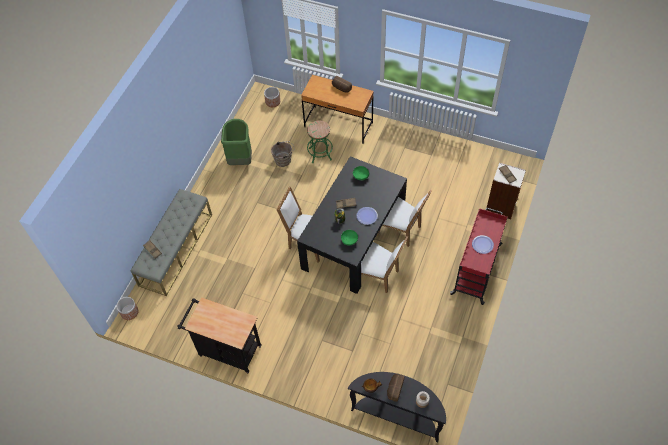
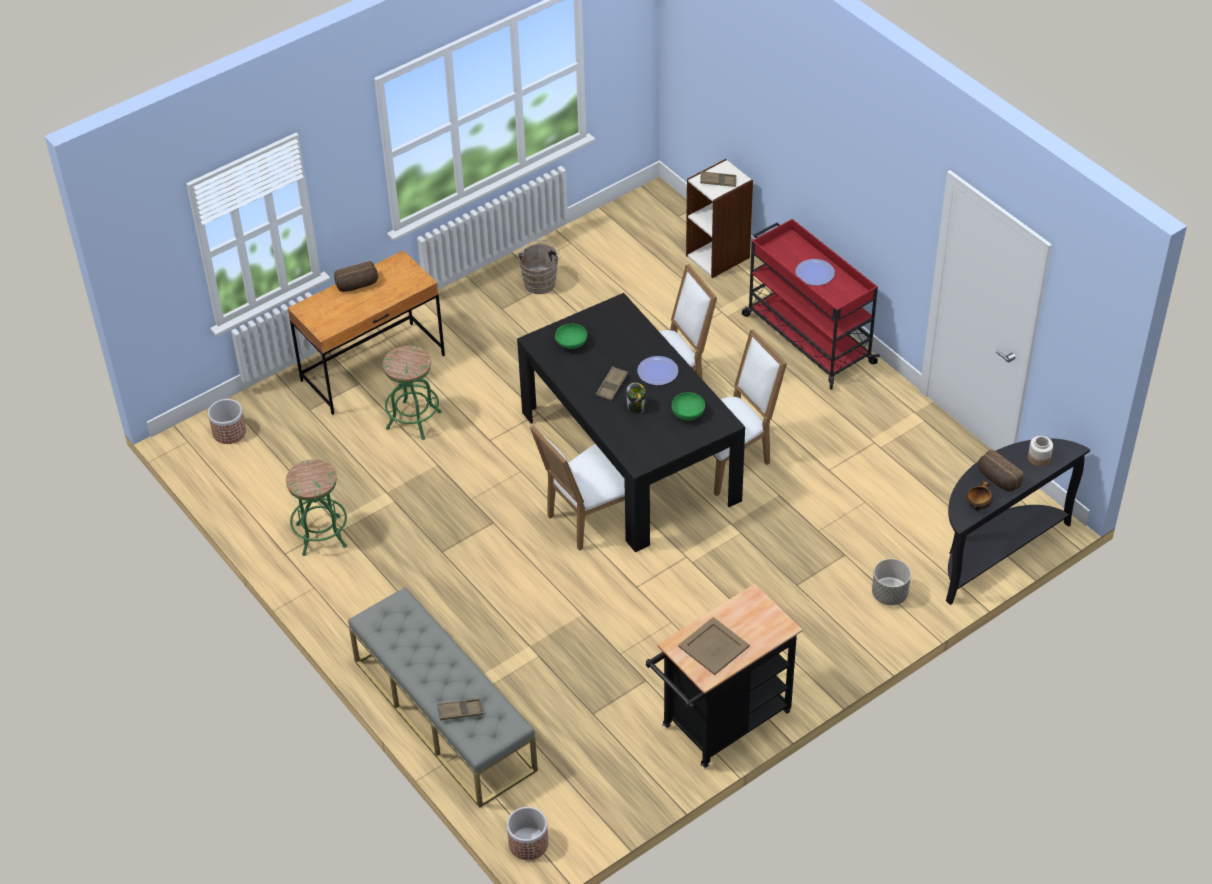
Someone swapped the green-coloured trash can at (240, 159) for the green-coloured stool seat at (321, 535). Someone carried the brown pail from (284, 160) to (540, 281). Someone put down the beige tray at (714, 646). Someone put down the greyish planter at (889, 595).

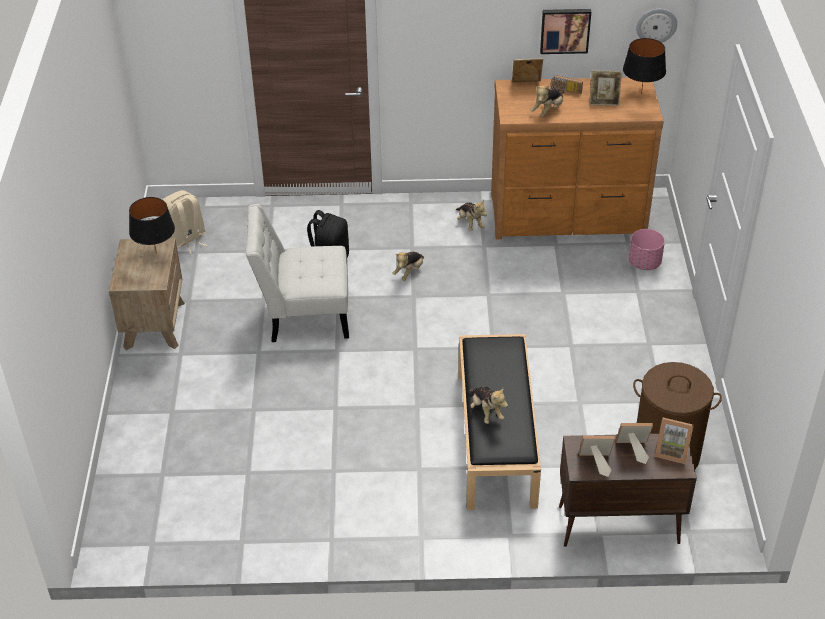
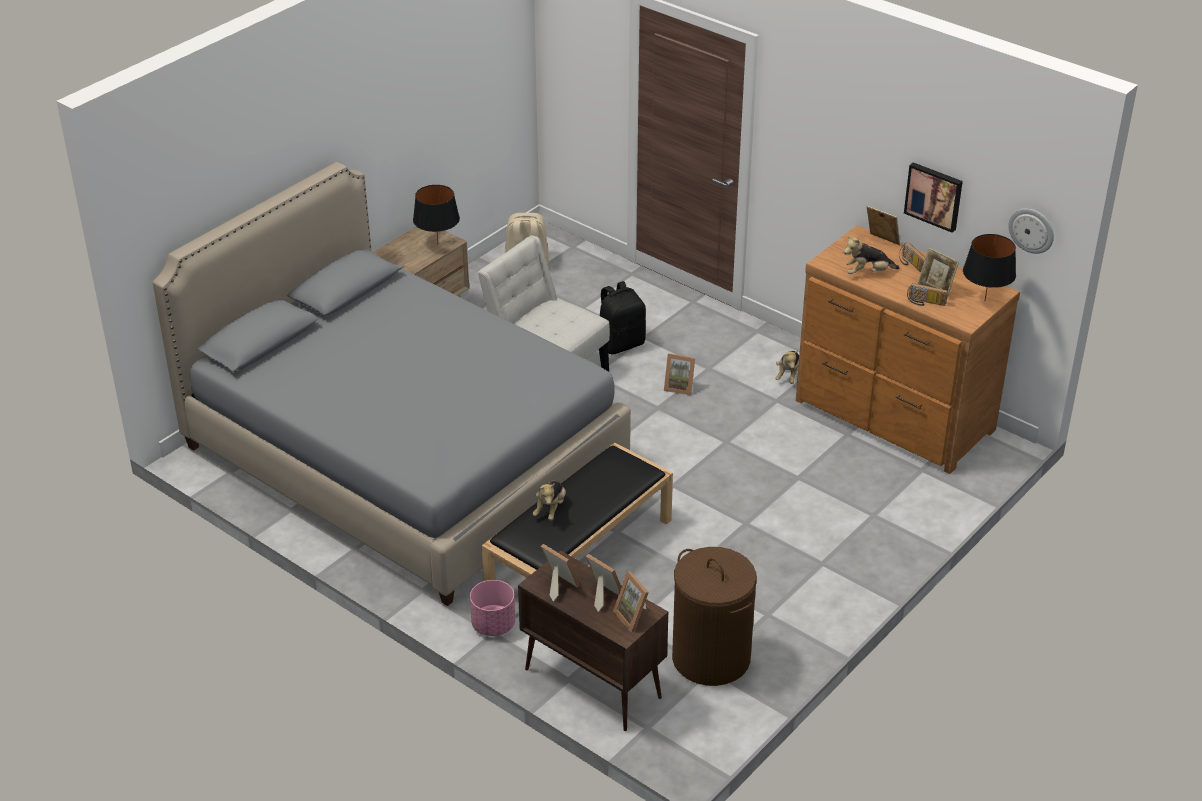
Someone put down the greyish bedroom bed at (404, 457). Someone carried the pink planter from (644, 263) to (493, 625). Someone swapped the soft toy at (409, 272) for the picture frame at (679, 387). Someone put down the radio receiver at (925, 303).

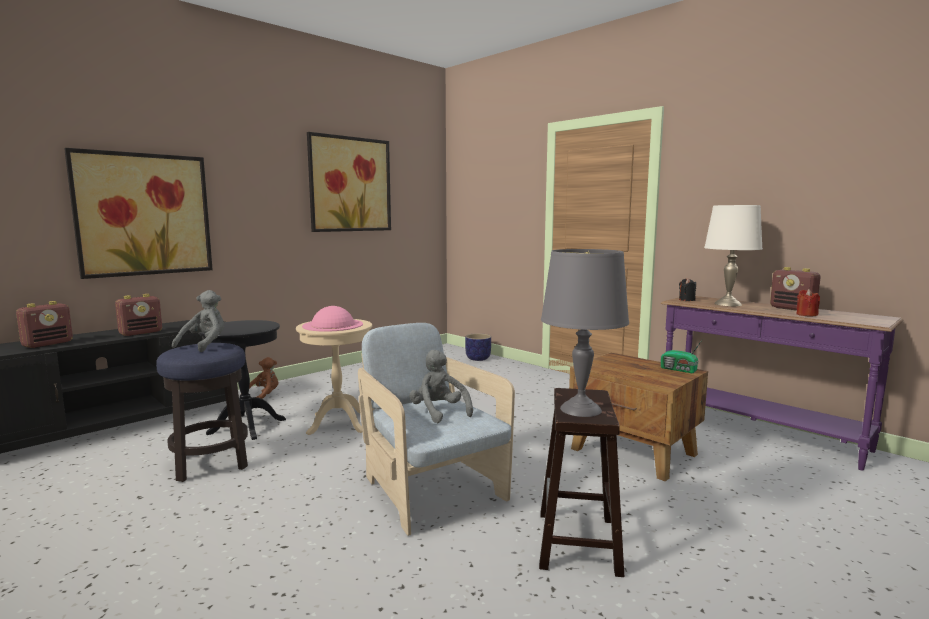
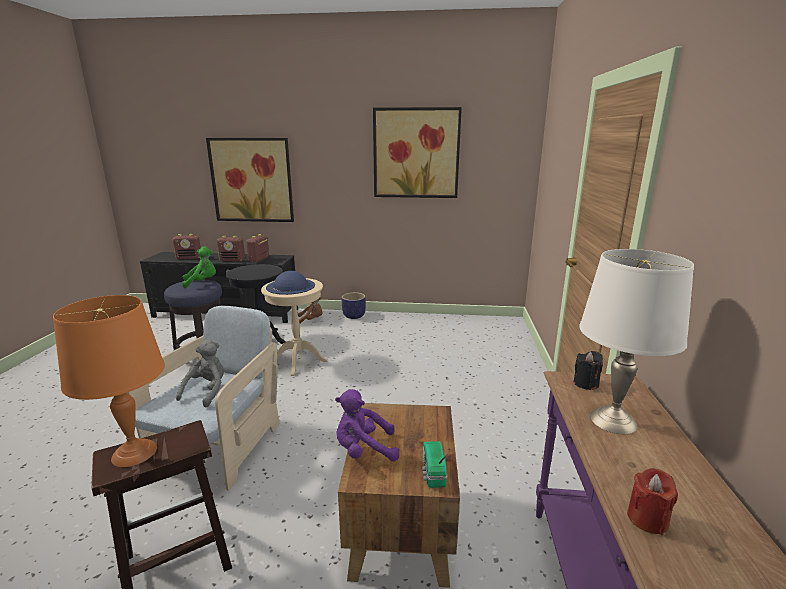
Someone repainted the greyish lamp for a table at (580, 409), which became the orange lamp for a table at (133, 453). Someone repainted the greyish soft toy at (205, 345), which became the green-coloured soft toy at (202, 282). Someone carried the radio receiver from (793, 309) to (259, 260). Someone repainted the pink hat at (332, 325), which became the bluish hat at (290, 286). Someone put down the purple soft toy at (364, 450). Someone carried the planter from (478, 358) to (354, 316).

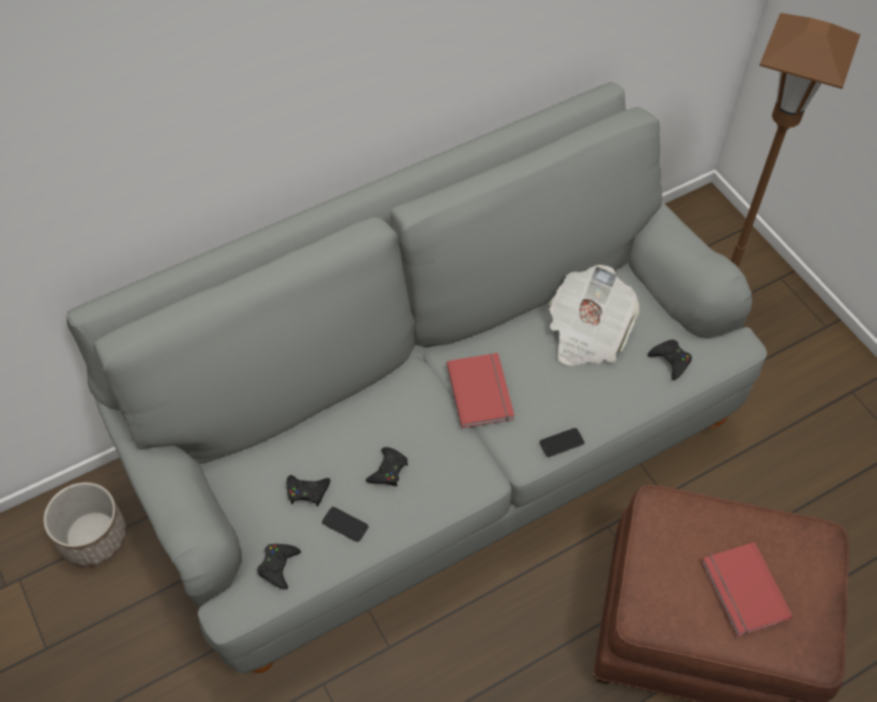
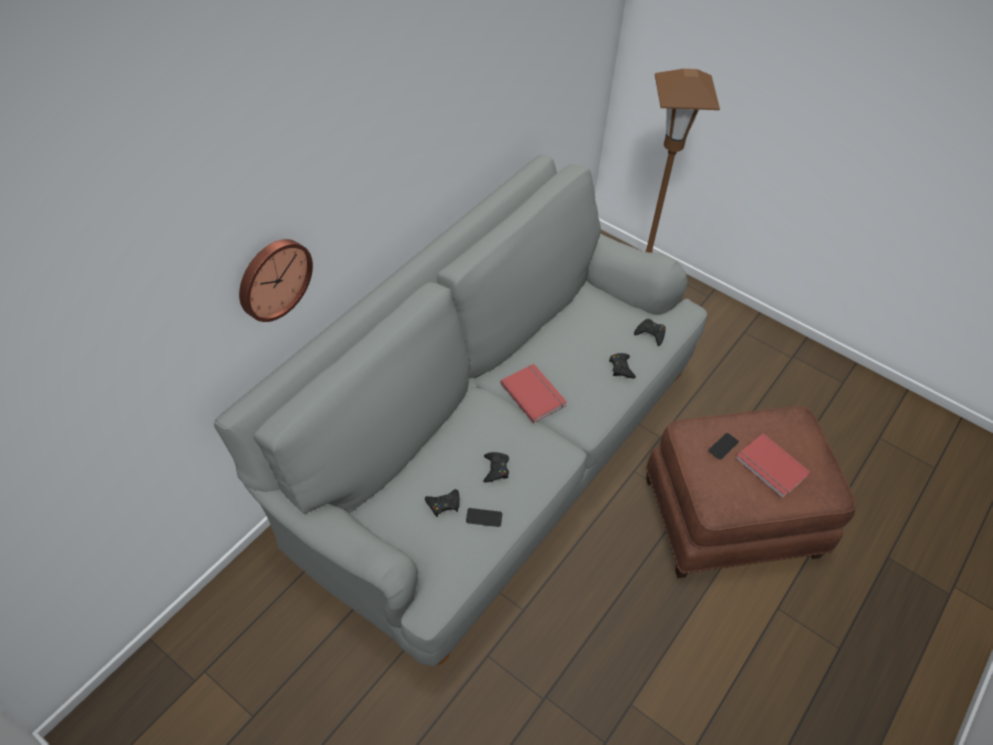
Someone put up the hanging clock at (273, 278). Someone carried the black-coloured gamepad from (278, 566) to (621, 368). Someone carried the handset from (561, 443) to (723, 446). Someone took away the planter at (94, 537). Someone took away the printed paper at (587, 332).

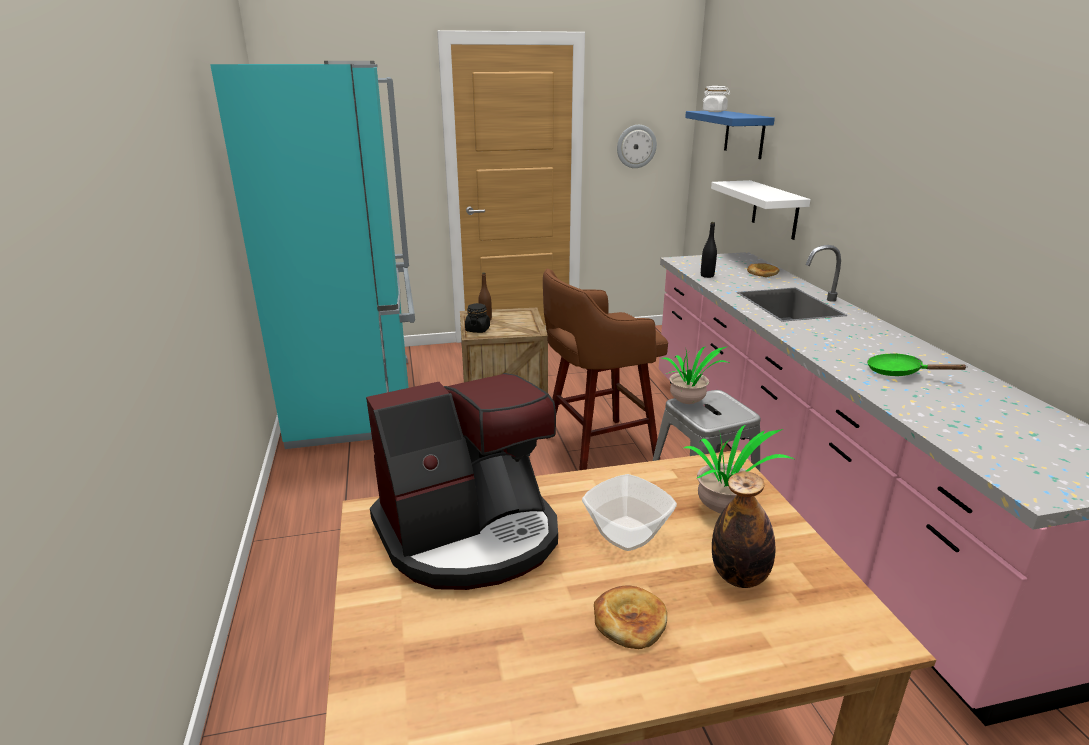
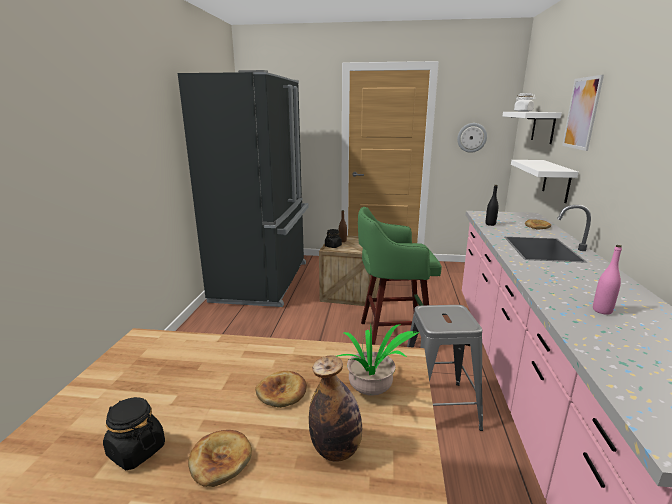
Someone put down the black-coloured storage jar at (136, 450). Someone repainted the turquoise-coloured refrigerator at (357, 399), which became the black-coloured refrigerator at (264, 281). Someone swapped the serving bowl at (628, 534) for the bakery bread at (282, 392). Someone repainted the brown stool seat at (596, 448), which became the green-coloured stool seat at (391, 336). Someone repainted the bluish wall shelf at (744, 134), which became the whitish wall shelf at (543, 127). Someone put up the wall picture at (582, 113). Someone swapped the green-coloured skillet at (899, 372) for the pink beverage bottle at (602, 310). Someone took away the coffee brewer at (470, 534). Someone took away the plant in a pot at (689, 403).

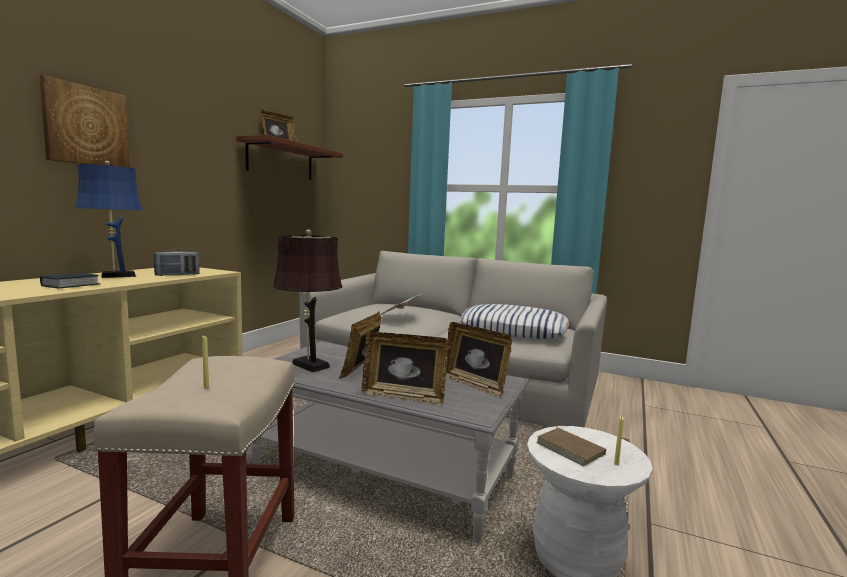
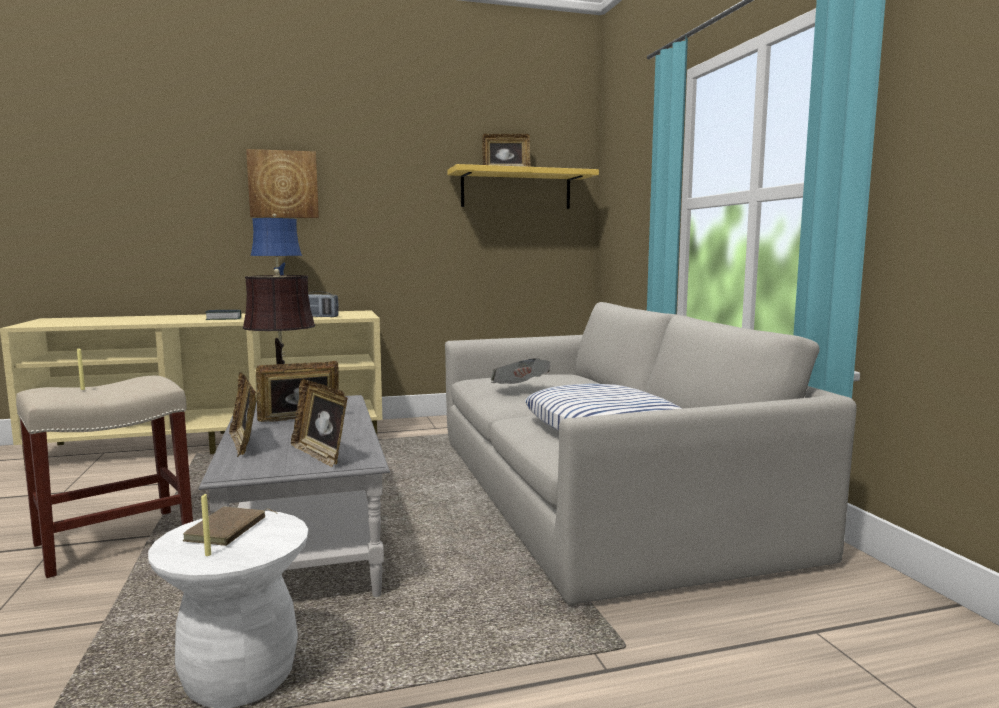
Someone rotated the picture frame at (474, 385) by 45 degrees counterclockwise. Someone repainted the brown wall shelf at (281, 160), which became the yellow wall shelf at (516, 189).

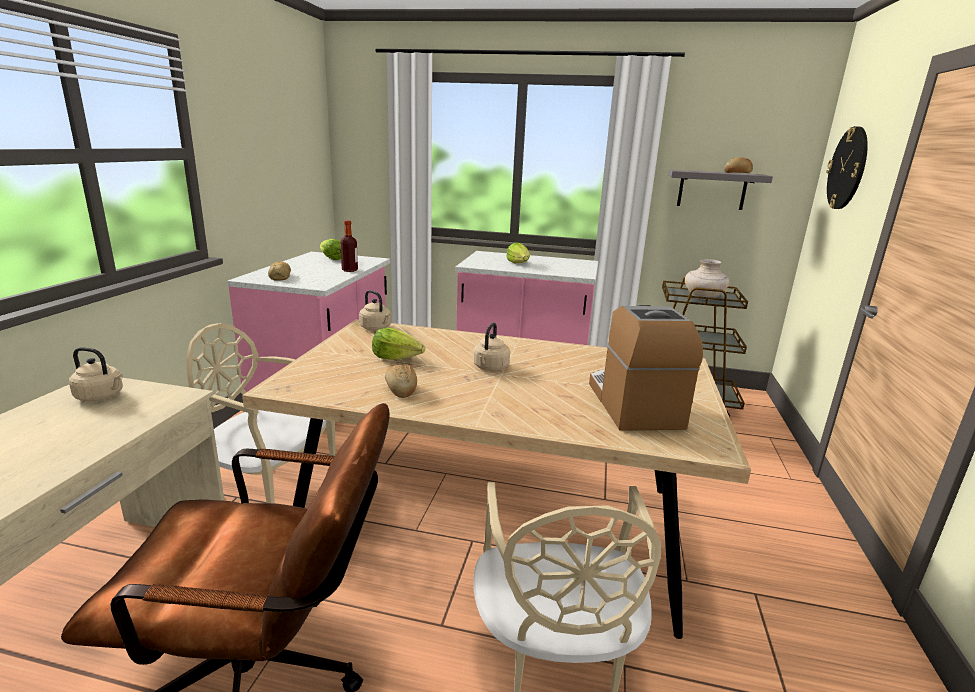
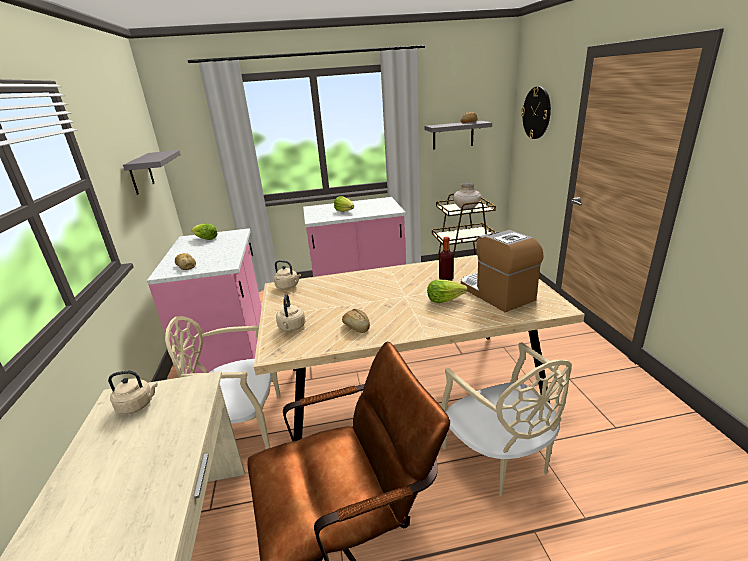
Someone put up the greyish wall shelf at (141, 173). Someone carried the beige kettle from (490, 368) to (291, 328). Someone carried the lettuce head from (397, 358) to (444, 299). Someone carried the beverage bottle from (350, 270) to (446, 279).

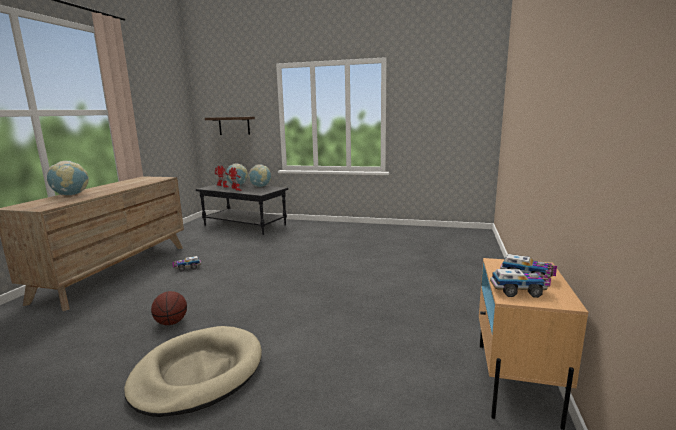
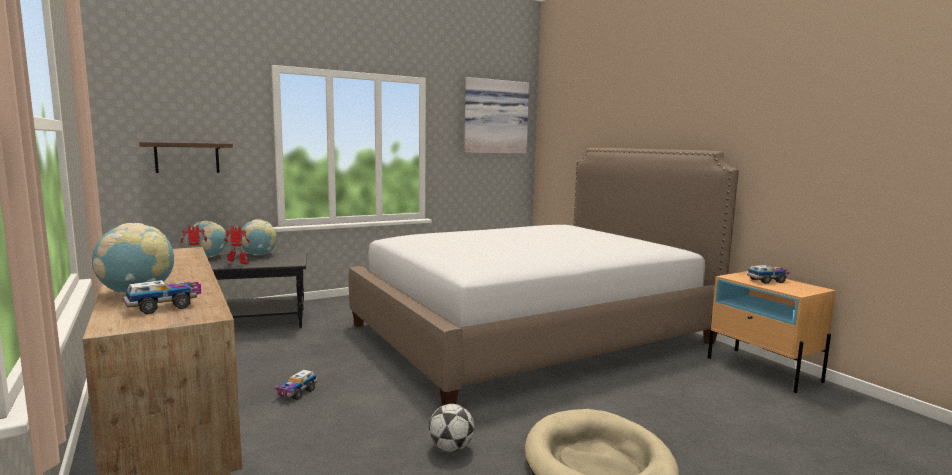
Someone carried the toy truck from (519, 291) to (165, 306). Someone put down the bedroom bed at (531, 334). Someone swapped the basketball ball at (171, 322) for the football at (451, 448). Someone put up the wall picture at (495, 117).

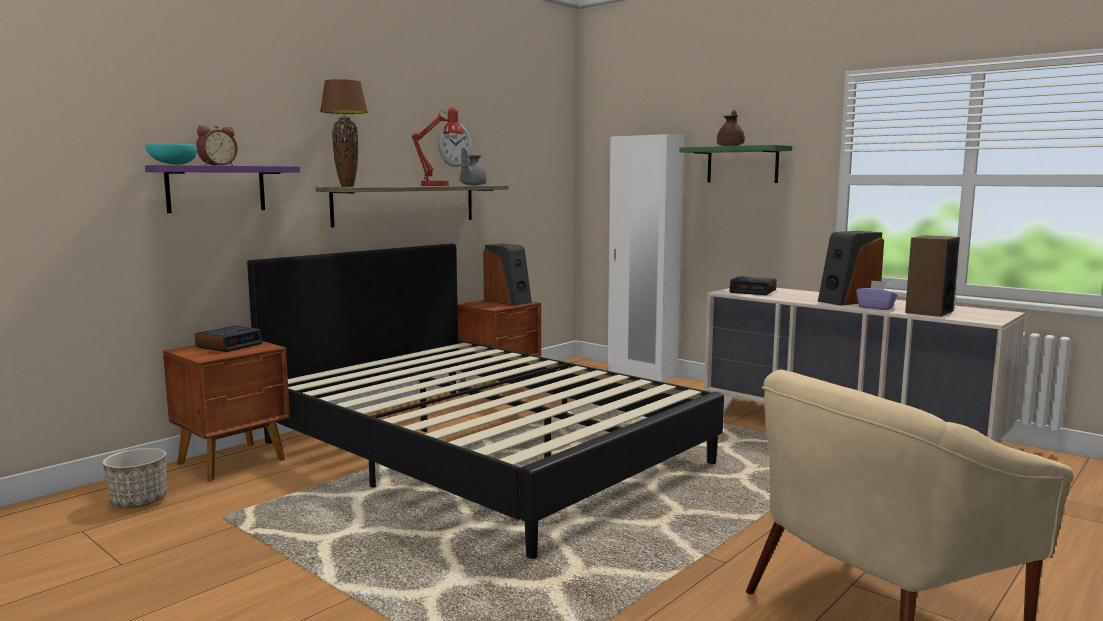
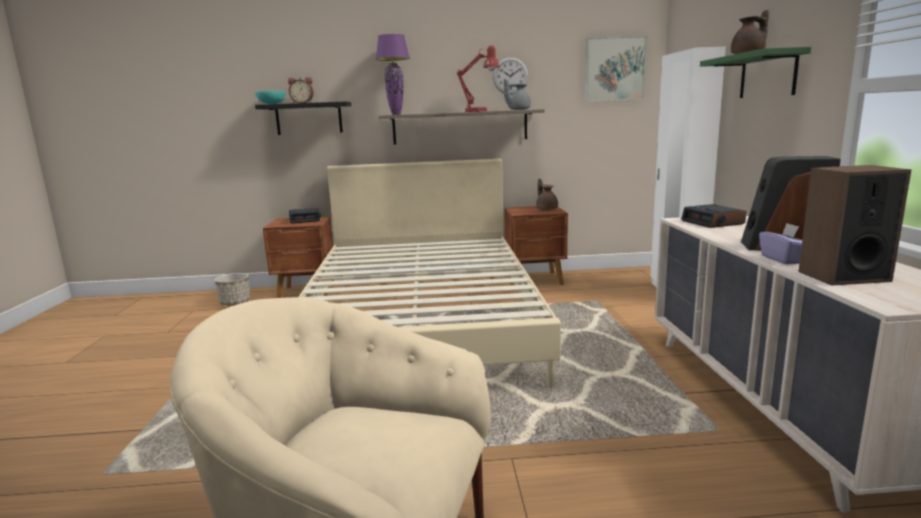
Someone repainted the purple wall shelf at (216, 188), which became the black-coloured wall shelf at (309, 118). Someone repainted the black-coloured bedroom bed at (481, 452), which became the beige bedroom bed at (422, 323). Someone repainted the brown lamp for a table at (347, 186), which became the purple lamp for a table at (396, 114). Someone swapped the audio speaker at (508, 301) for the brown pot for tea at (546, 209). Someone put up the wall picture at (614, 69).

